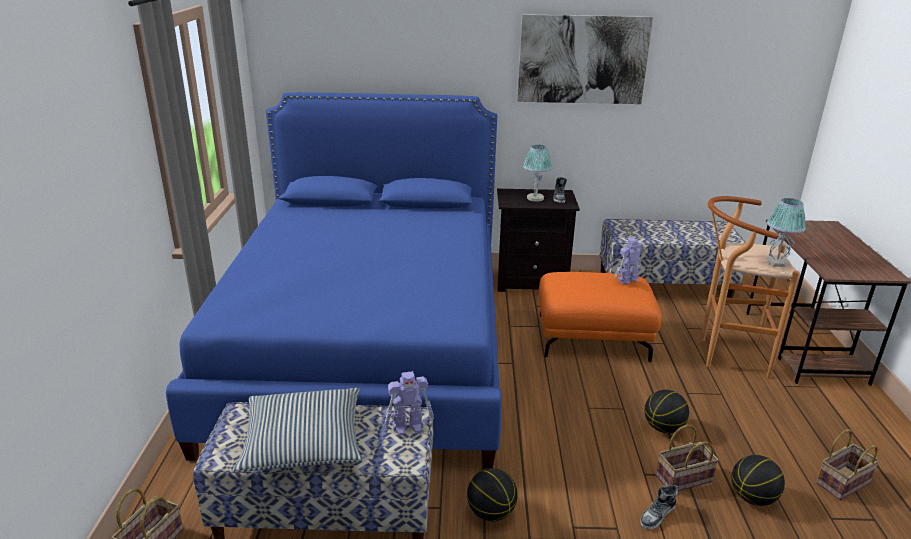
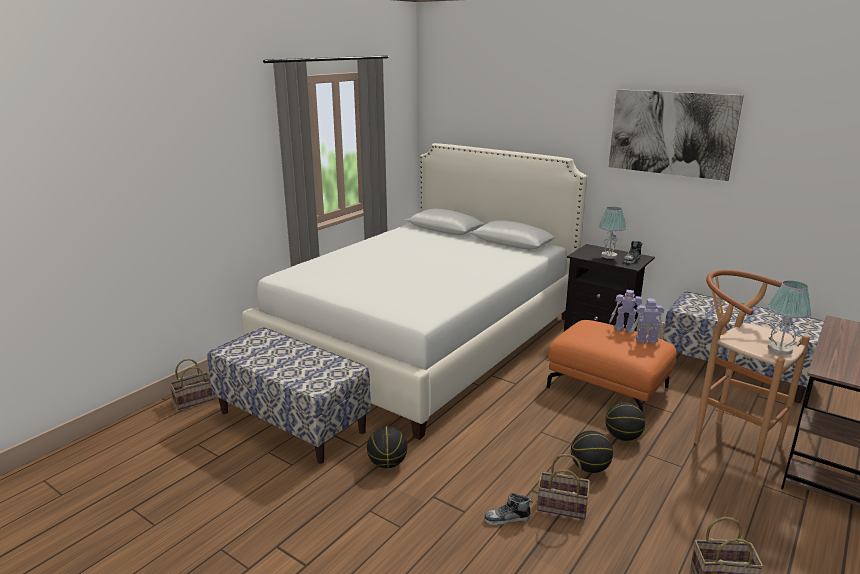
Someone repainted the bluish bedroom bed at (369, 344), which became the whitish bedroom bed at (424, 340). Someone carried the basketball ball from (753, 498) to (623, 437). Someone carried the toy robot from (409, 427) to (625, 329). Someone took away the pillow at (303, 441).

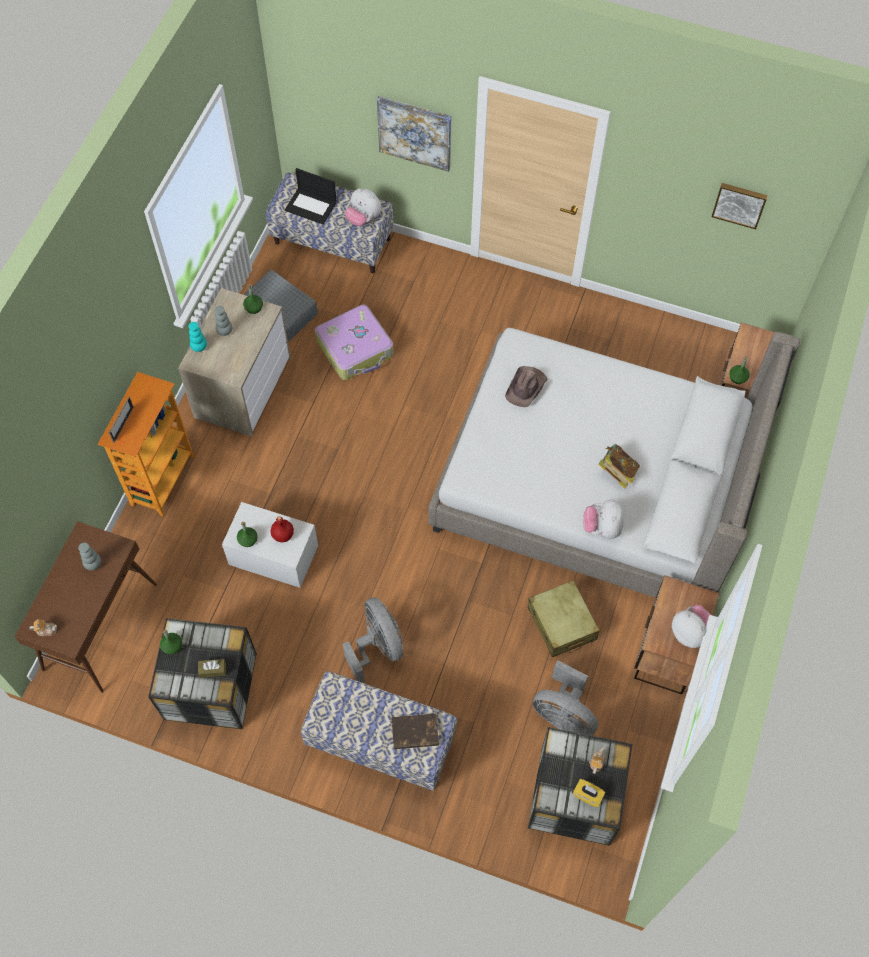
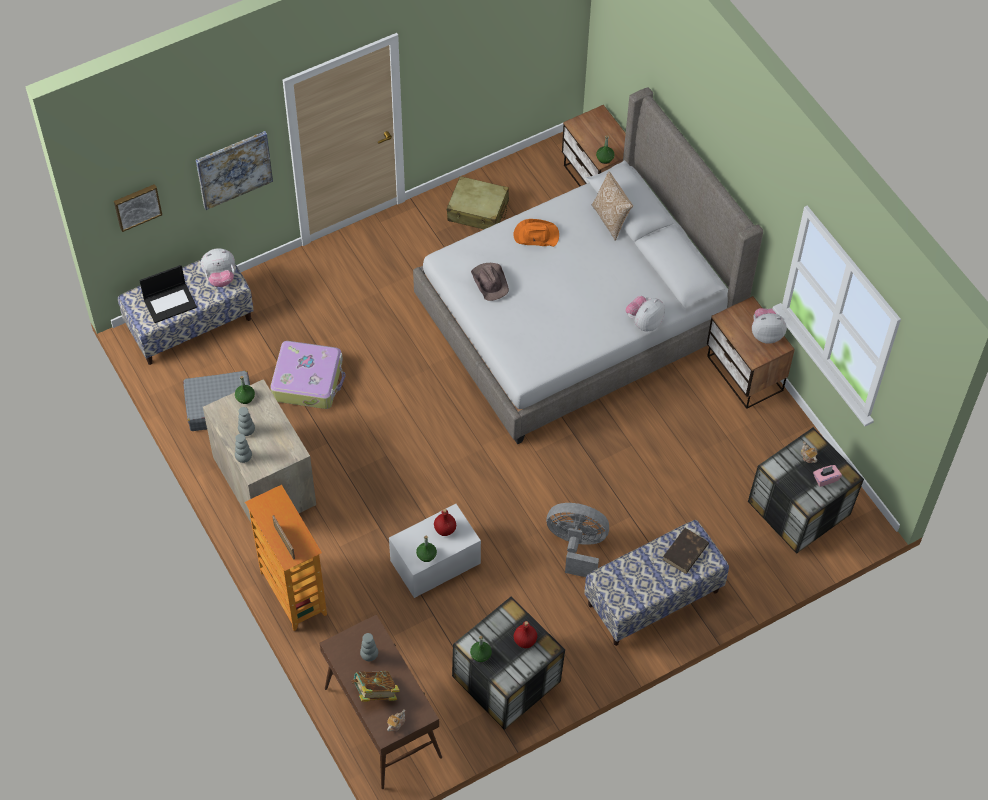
Someone carried the wall picture from (739, 204) to (137, 206). Someone repainted the turquoise-coloured vase at (199, 347), which became the greyish vase at (244, 458). Someone carried the book from (617, 472) to (375, 693). Someone carried the beige suitcase from (561, 623) to (478, 211). Someone put down the orange hat at (535, 235). Someone swapped the brown box of tissues at (212, 670) for the red beverage bottle at (525, 641). Someone put down the pillow at (611, 219). Someone rotated the soft toy at (602, 528) by 90 degrees clockwise. Someone repainted the yellow box of tissues at (587, 795), which became the pink box of tissues at (825, 479). Someone took away the greyish cooling fan at (563, 715).

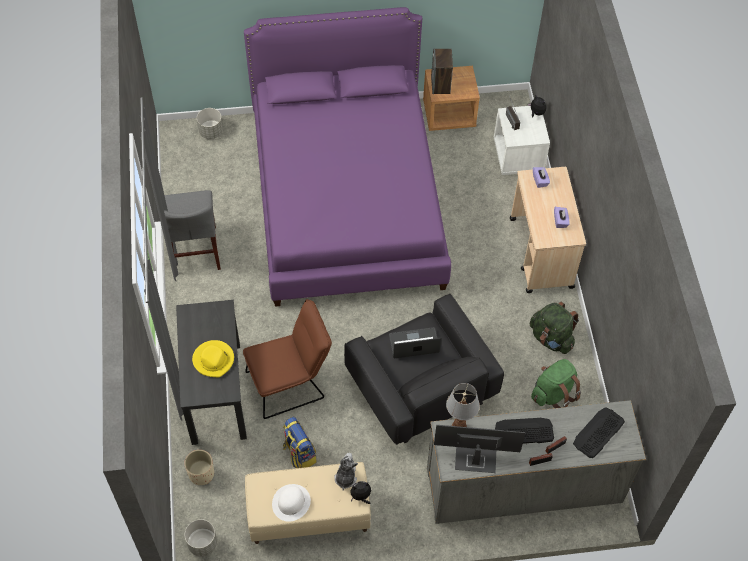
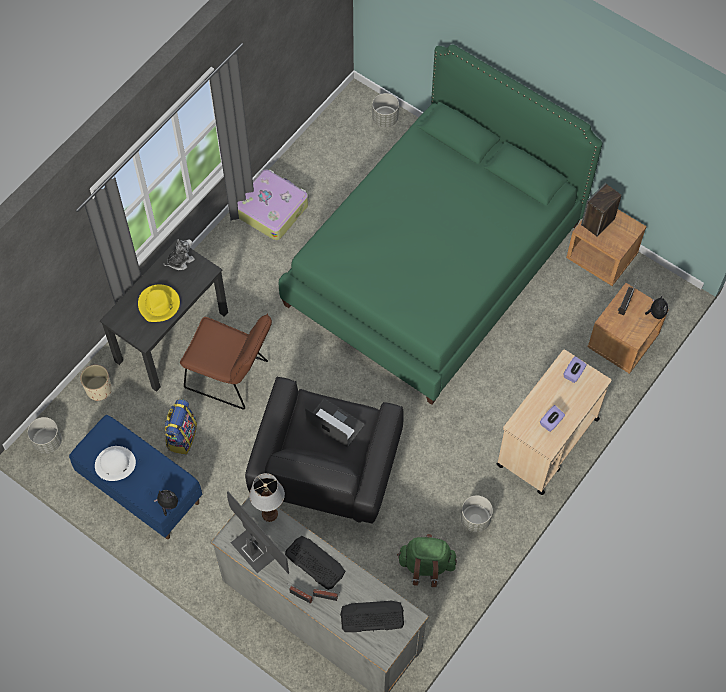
Someone repainted the beige indoor bench at (308, 515), which became the bluish indoor bench at (139, 489). Someone carried the soft toy from (345, 477) to (180, 260). Someone swapped the greyish chair at (195, 250) for the suitcase at (272, 209). Someone repainted the purple bedroom bed at (347, 199), which became the green-coloured bedroom bed at (434, 263). Someone swapped the green-coloured knapsack at (551, 338) for the greyish planter at (475, 520). Someone repainted the whitish nightstand at (518, 156), which became the brown nightstand at (622, 342).

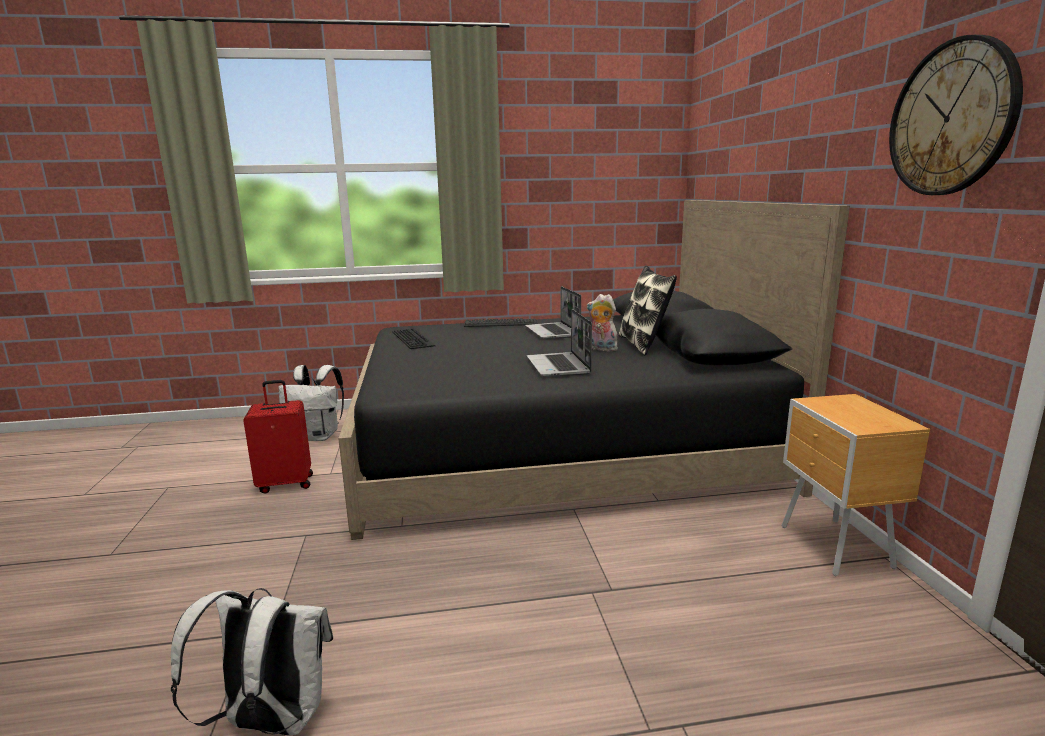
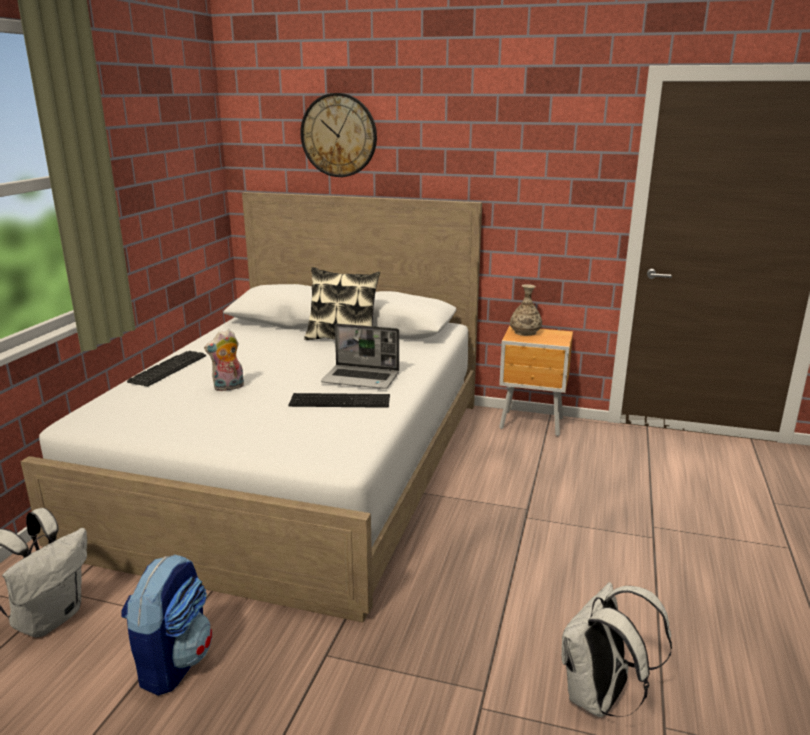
Someone repainted the black-coloured bedroom bed at (558, 448), which became the whitish bedroom bed at (300, 466). Someone swapped the red suitcase at (286, 483) for the knapsack at (174, 662). Someone carried the soft toy from (601, 349) to (228, 388). Someone carried the PC keyboard from (414, 338) to (341, 400). Someone carried the hanging clock from (951, 118) to (339, 135). Someone put down the vase at (525, 332). Someone took away the notebook computer at (553, 332).

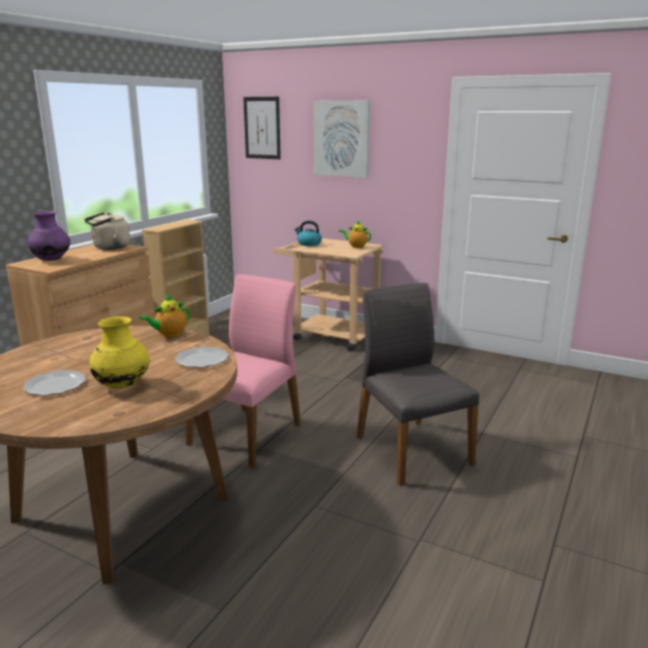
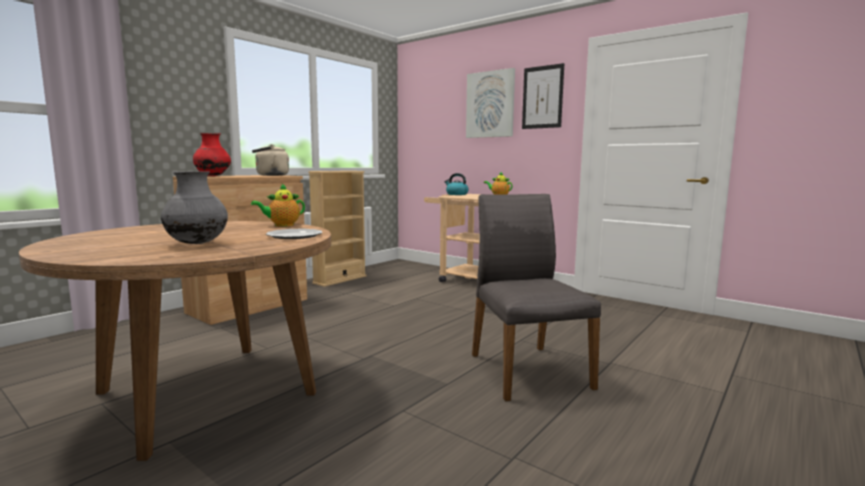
Someone repainted the yellow vase at (122, 385), which became the greyish vase at (197, 244). Someone repainted the purple vase at (51, 260), which became the red vase at (213, 176). Someone carried the wall picture from (262, 128) to (542, 97). Someone took away the dinner plate at (55, 385). Someone took away the pink chair at (247, 434).

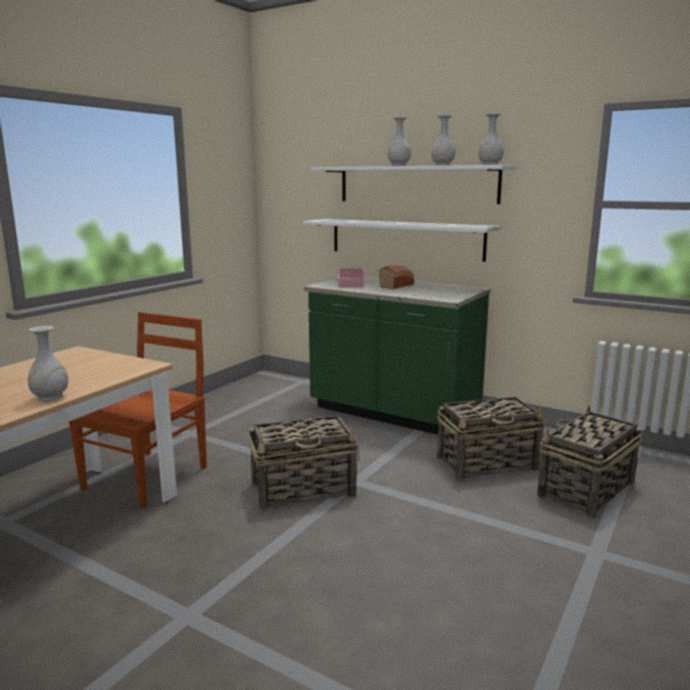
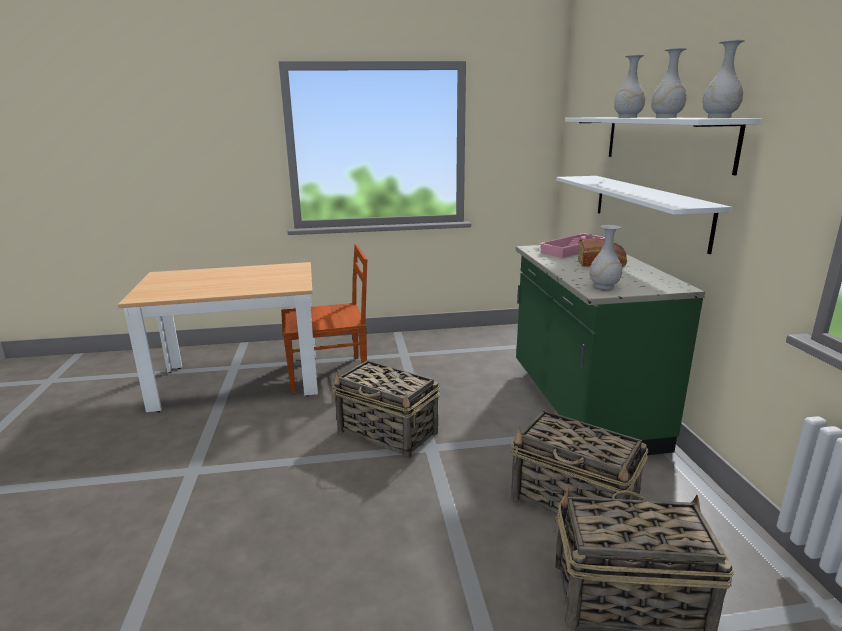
Someone carried the whitish vase from (51, 397) to (604, 286).

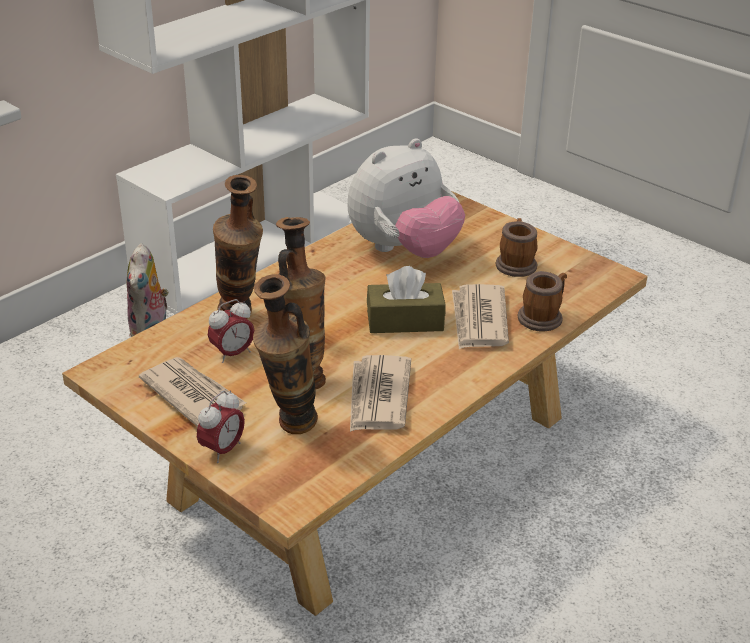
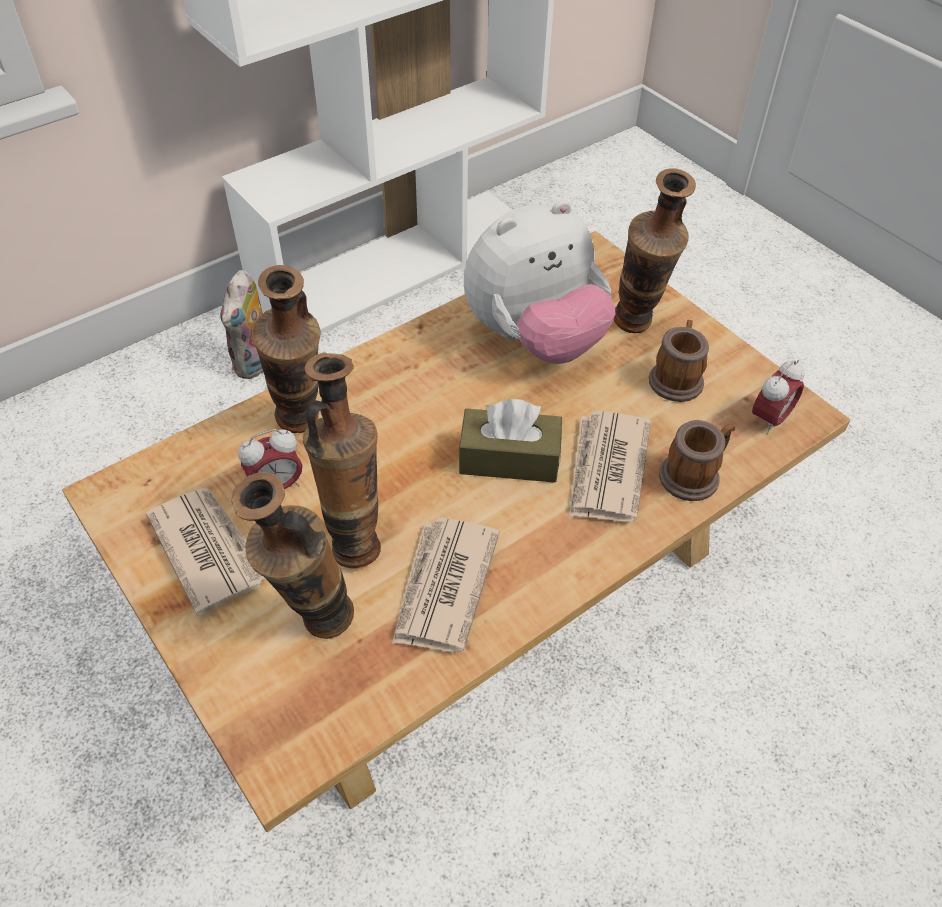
Someone put down the vase at (636, 330). Someone carried the alarm clock from (222, 450) to (769, 419).

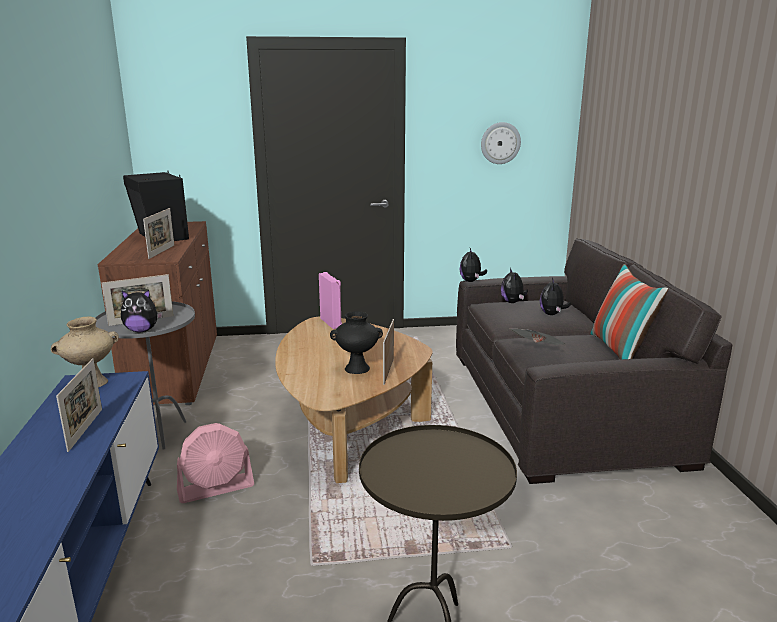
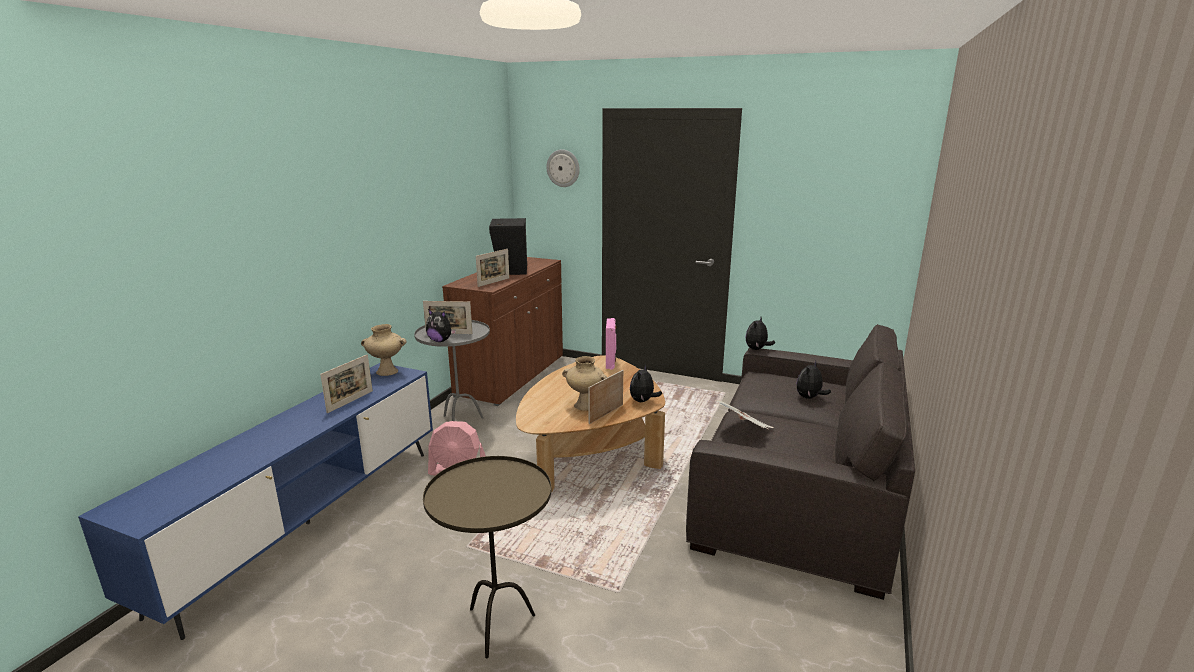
Someone carried the hanging clock from (500, 143) to (563, 168). Someone repainted the black-coloured vase at (357, 368), which became the beige vase at (585, 405). Someone carried the soft toy from (513, 302) to (643, 401). Someone took away the pillow at (620, 350).

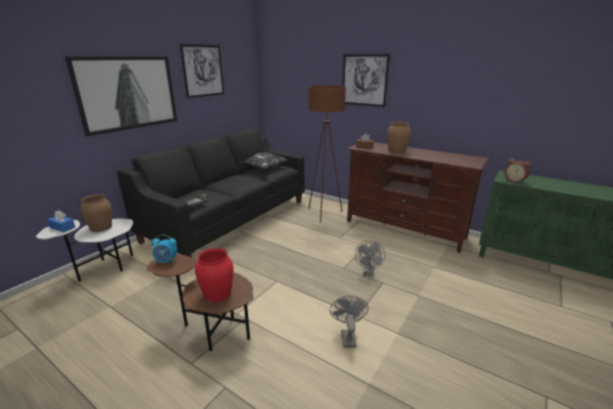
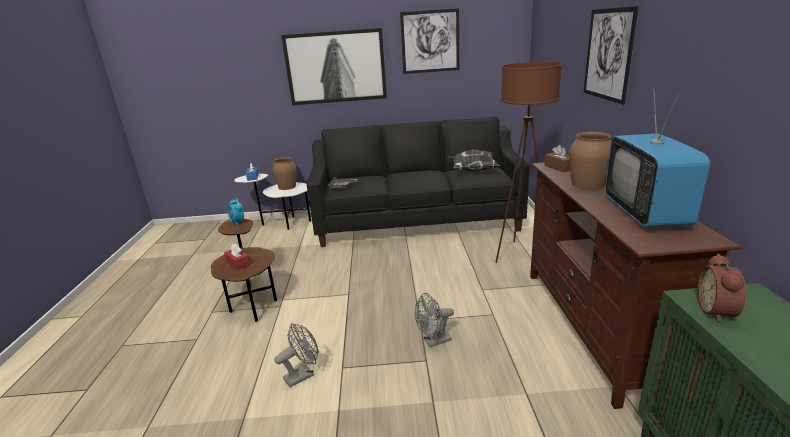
Someone swapped the red vase at (217, 293) for the red box of tissues at (238, 263). Someone put down the TV at (645, 213).

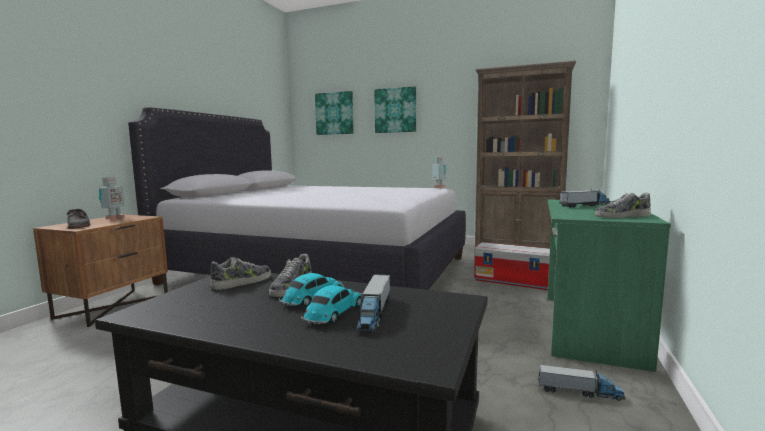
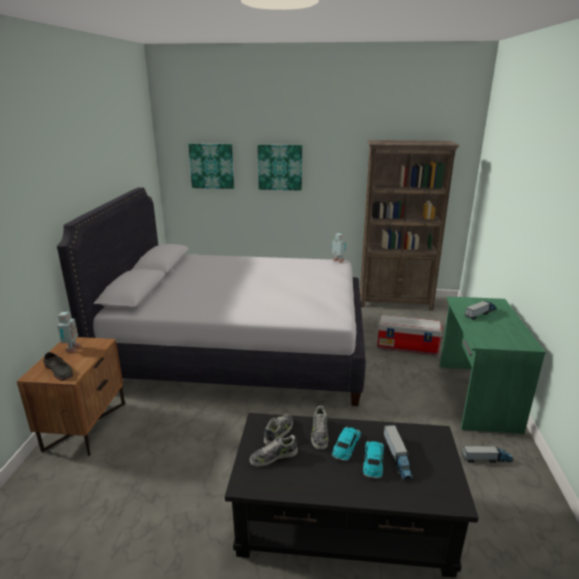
Someone carried the shoe from (621, 216) to (273, 456).

